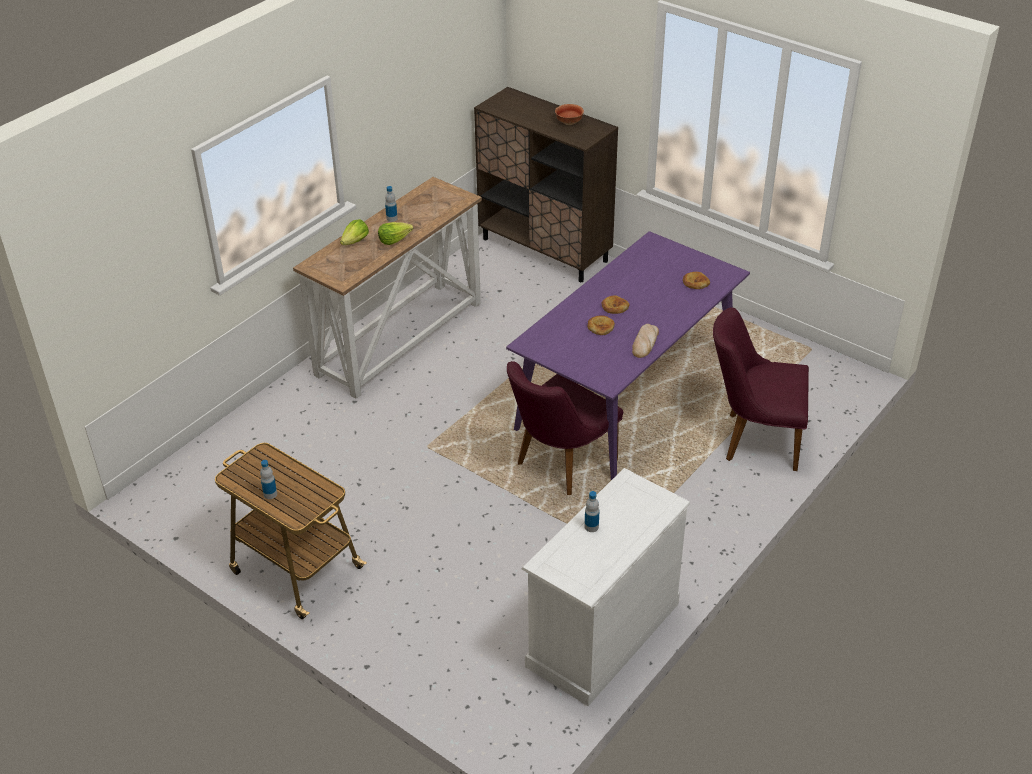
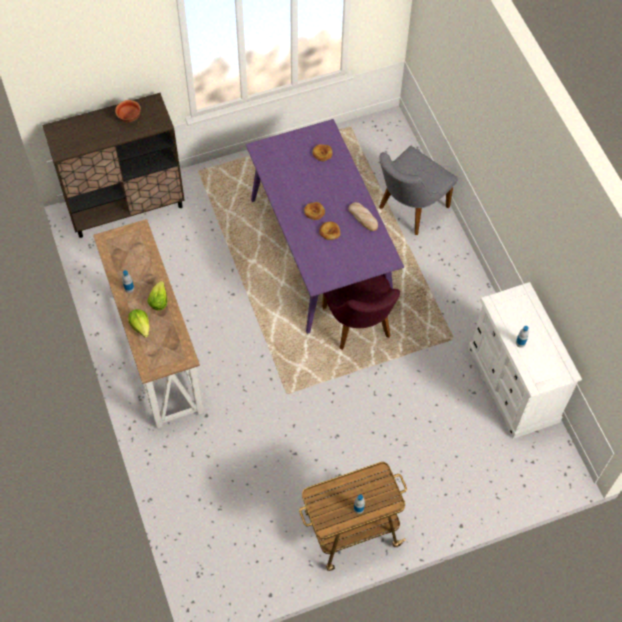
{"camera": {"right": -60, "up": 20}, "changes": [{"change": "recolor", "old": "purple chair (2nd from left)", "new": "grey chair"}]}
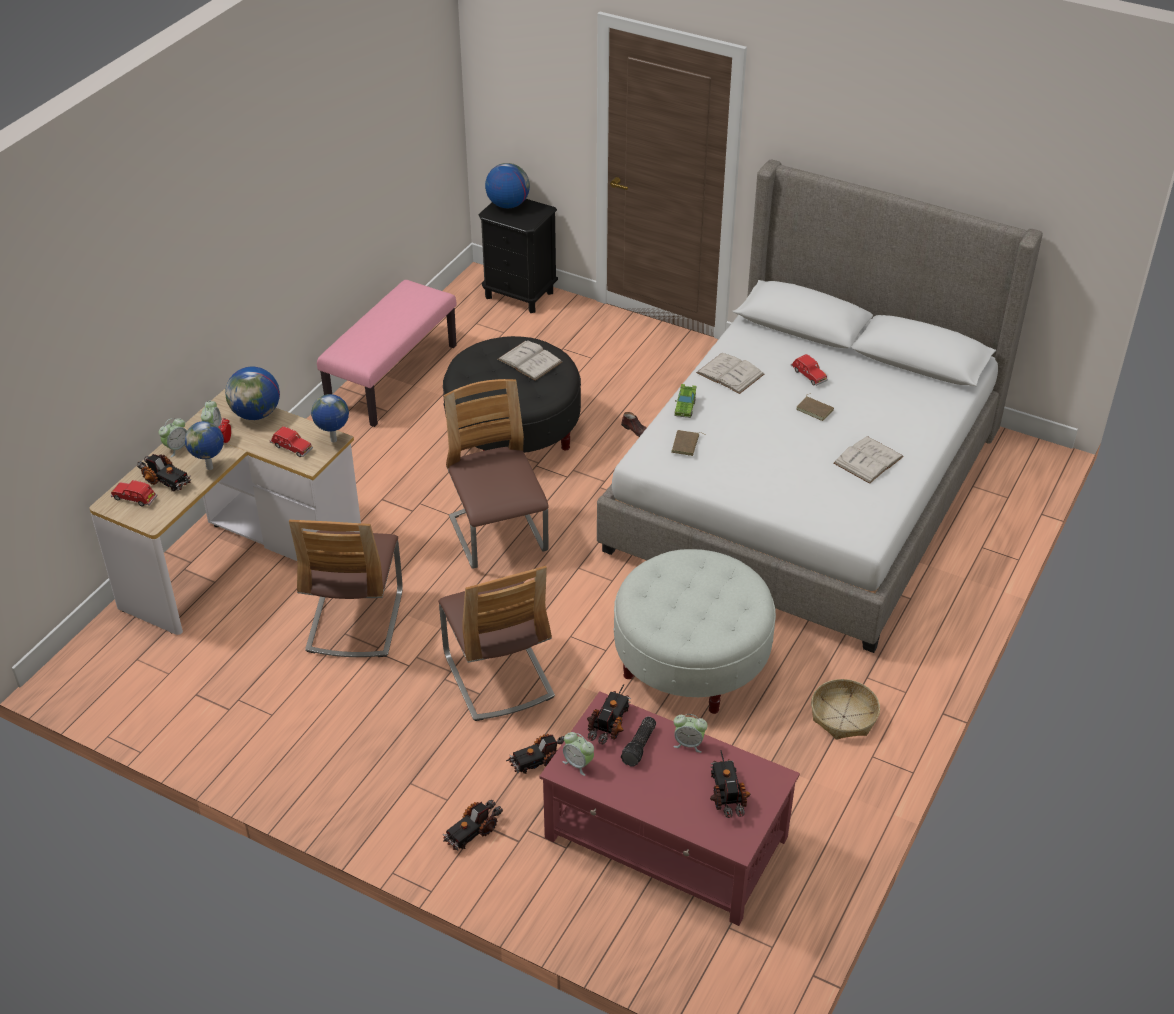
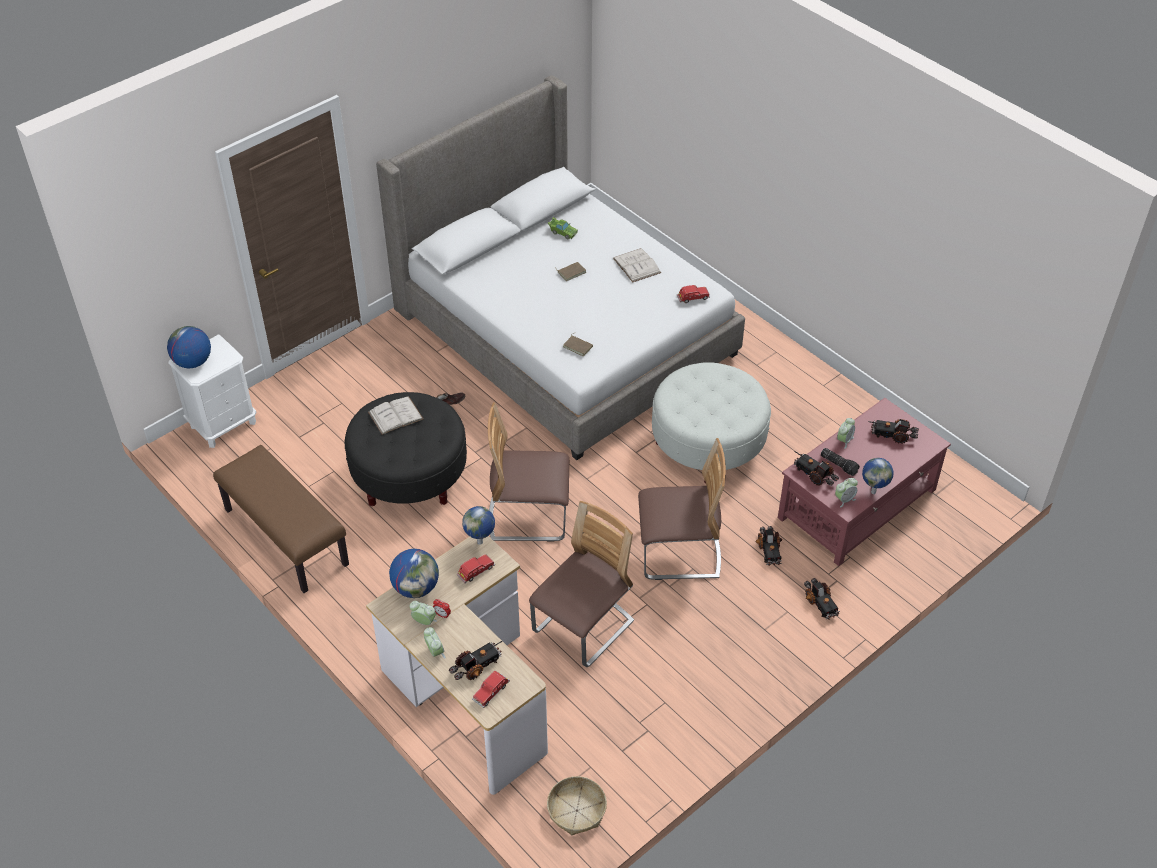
{"camera": {"right": -70, "up": 5}, "changes": [{"change": "move", "old": "globe (1st from left in the first image)", "new": "globe (4th from left)"}, {"change": "rotate", "old": "chair (1st from left in the first image)", "degrees": -75}, {"change": "recolor", "old": "pink bench", "new": "brown bench"}, {"change": "recolor", "old": "black nightstand", "new": "white nightstand"}, {"change": "move", "old": "green toy car"}, {"change": "delete", "old": "white book (2nd from left)"}, {"change": "move", "old": "red toy car (3rd from left)"}, {"change": "move", "old": "basket"}]}
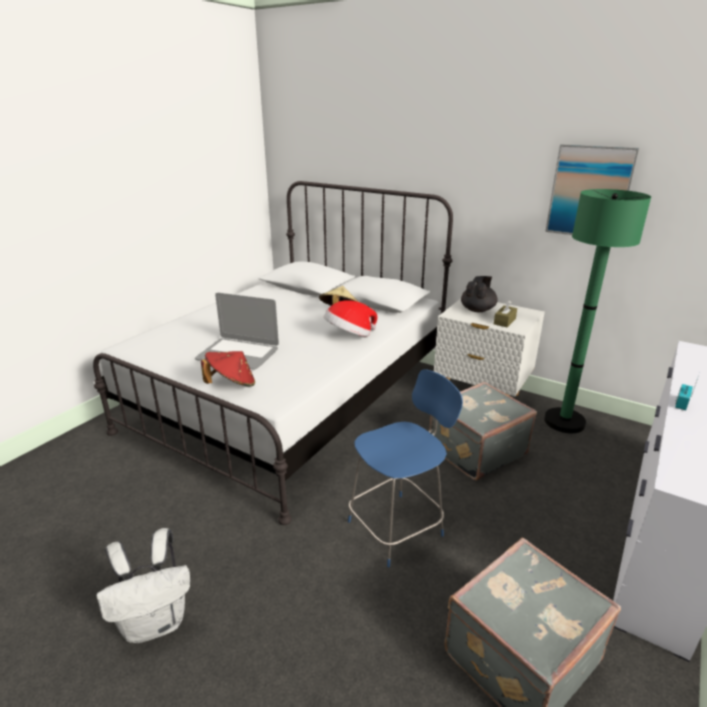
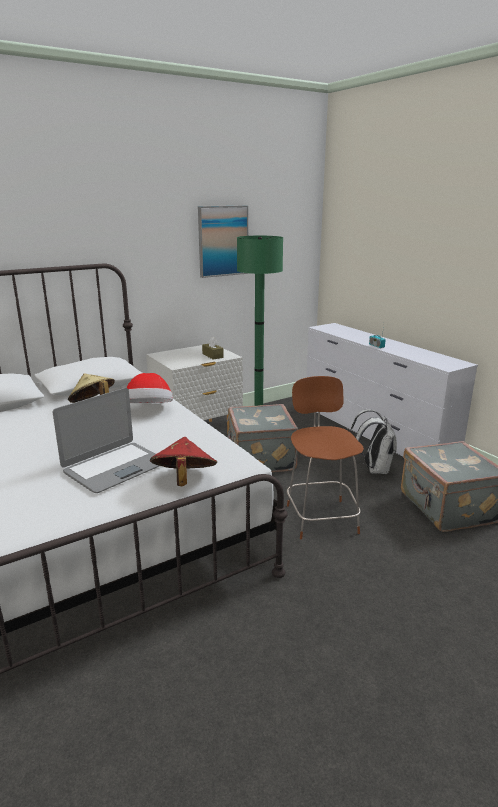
{"camera": {"right": -65, "up": -5}, "changes": [{"change": "move", "old": "white backpack"}, {"change": "recolor", "old": "blue chair", "new": "brown chair"}, {"change": "delete", "old": "black teapot"}]}
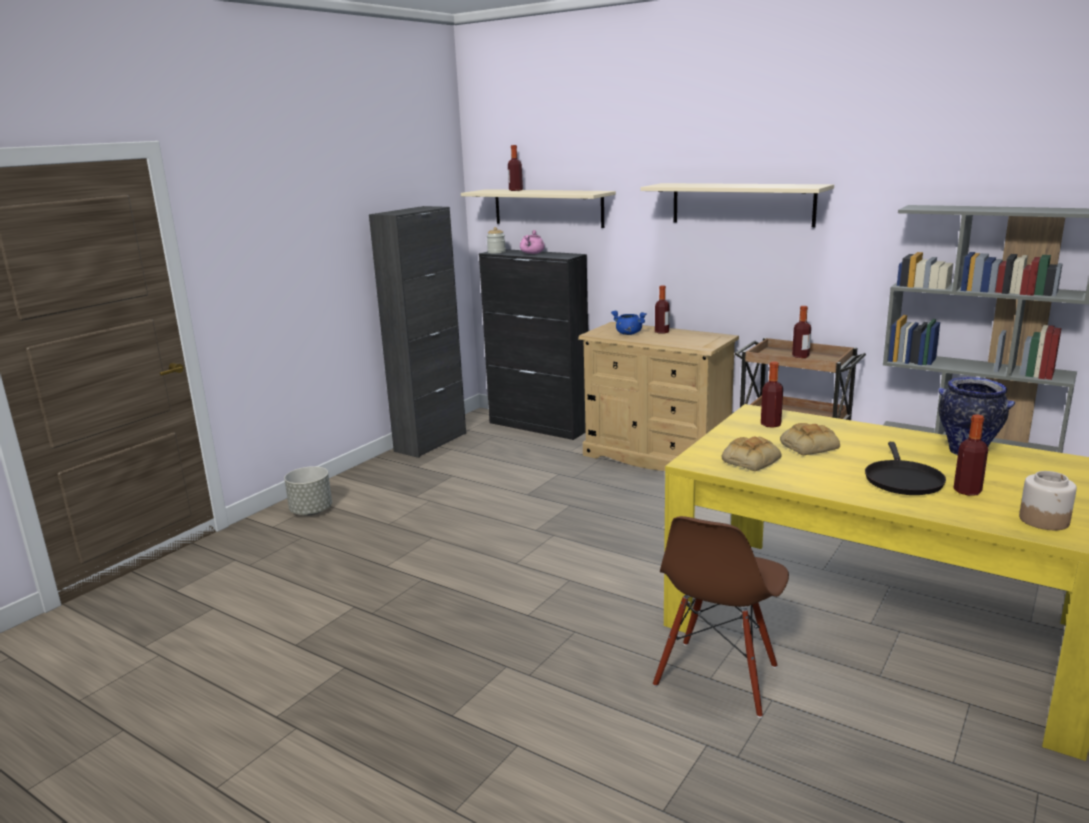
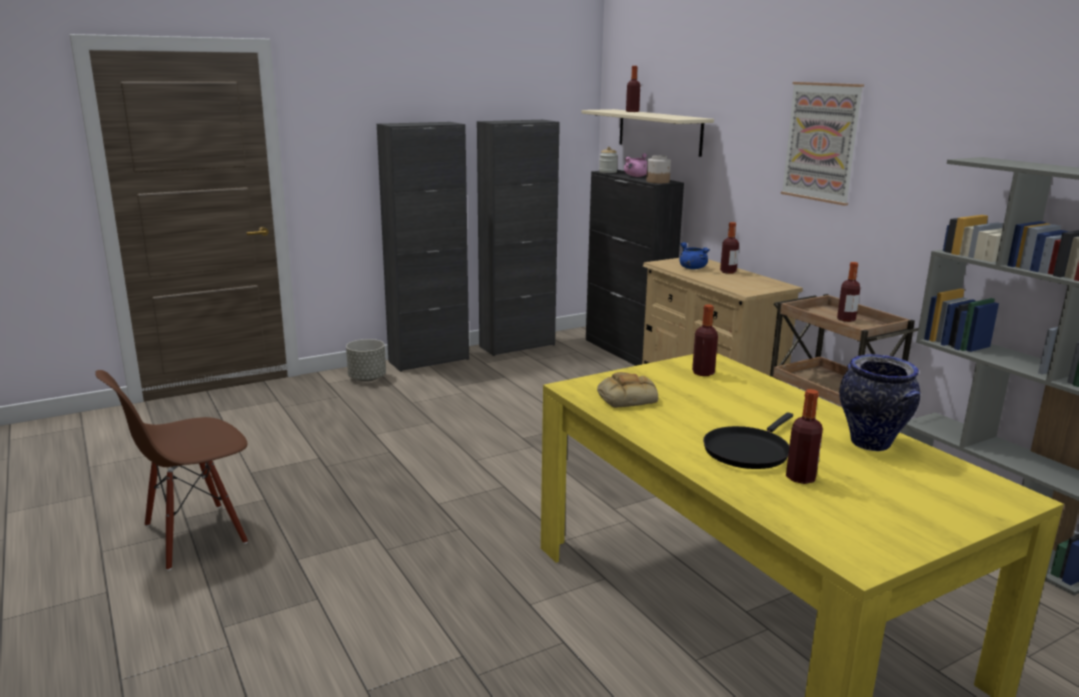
{"camera": {"right": 25, "up": 0}, "changes": [{"change": "replace", "old": "beige shelf (2nd from left)", "new": "picture"}, {"change": "move", "old": "brown chair"}, {"change": "delete", "old": "bread (2nd from left)"}, {"change": "move", "old": "jar (2nd from left)"}, {"change": "insert", "new": "black cabinet (1st from left)"}]}
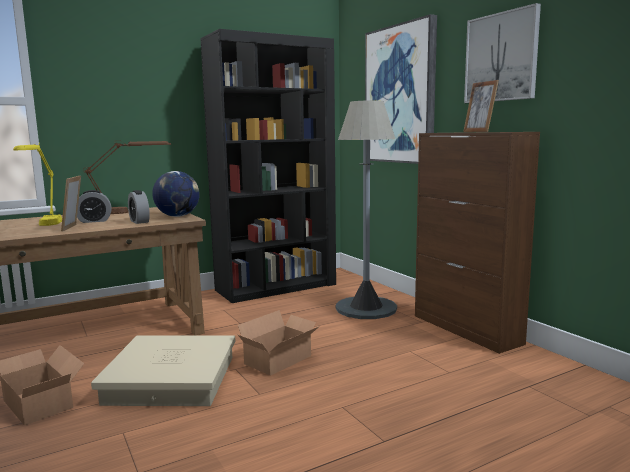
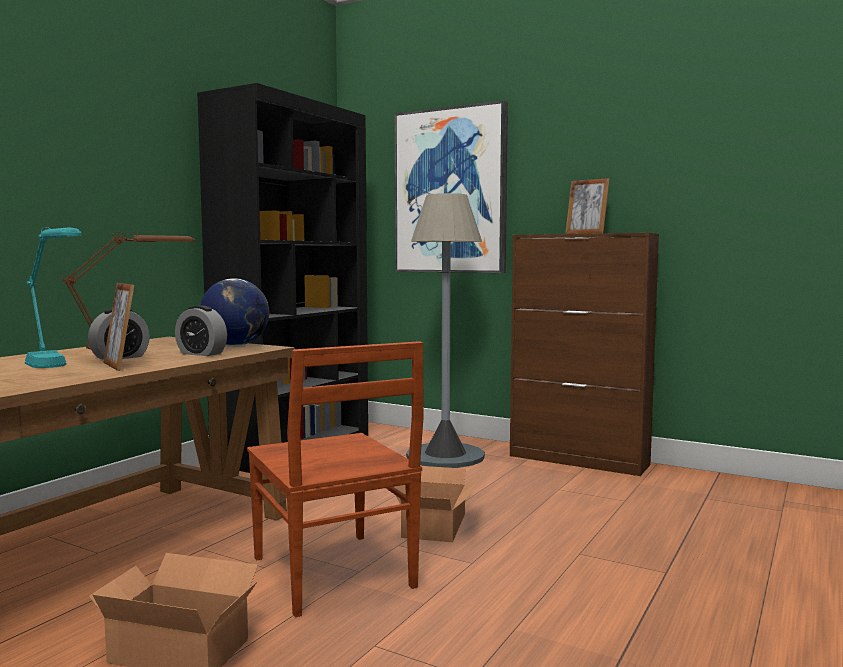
{"camera": {"right": -30, "up": -5}, "changes": [{"change": "recolor", "old": "yellow table lamp", "new": "turquoise table lamp"}, {"change": "replace", "old": "beige storage box", "new": "brown chair"}, {"change": "delete", "old": "picture (2nd from left)"}]}
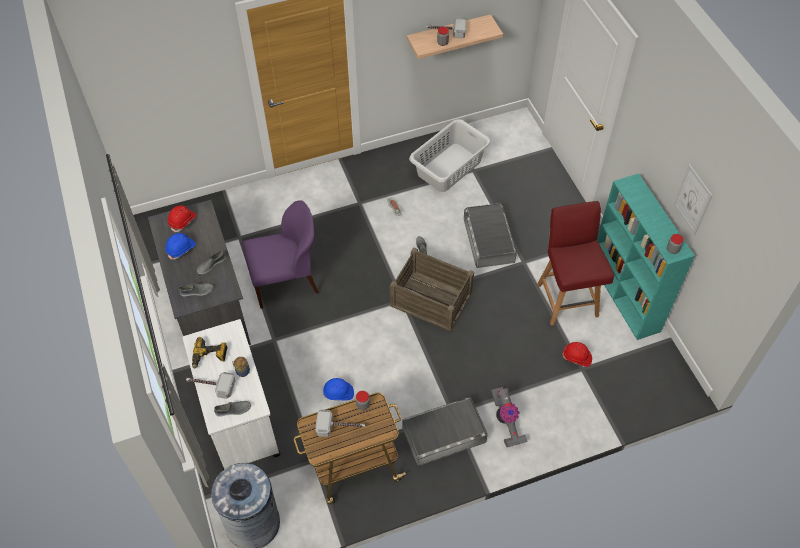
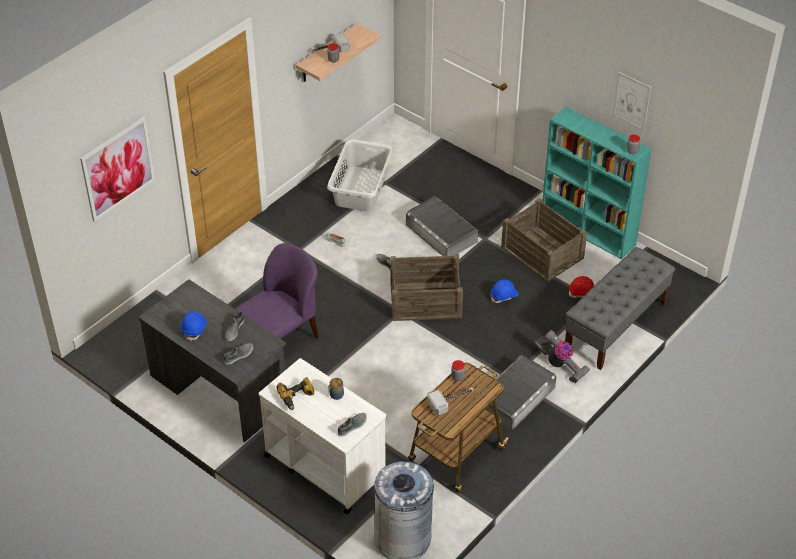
{"camera": {"right": -30, "up": -10}, "changes": [{"change": "delete", "old": "red hard hat (1st from left)"}, {"change": "delete", "old": "hammer (1st from left)"}, {"change": "move", "old": "blue hard hat (2nd from left)"}, {"change": "replace", "old": "red chair", "new": "crate (2nd from left)"}, {"change": "insert", "new": "picture (1st from left)"}, {"change": "insert", "new": "grey bench"}]}
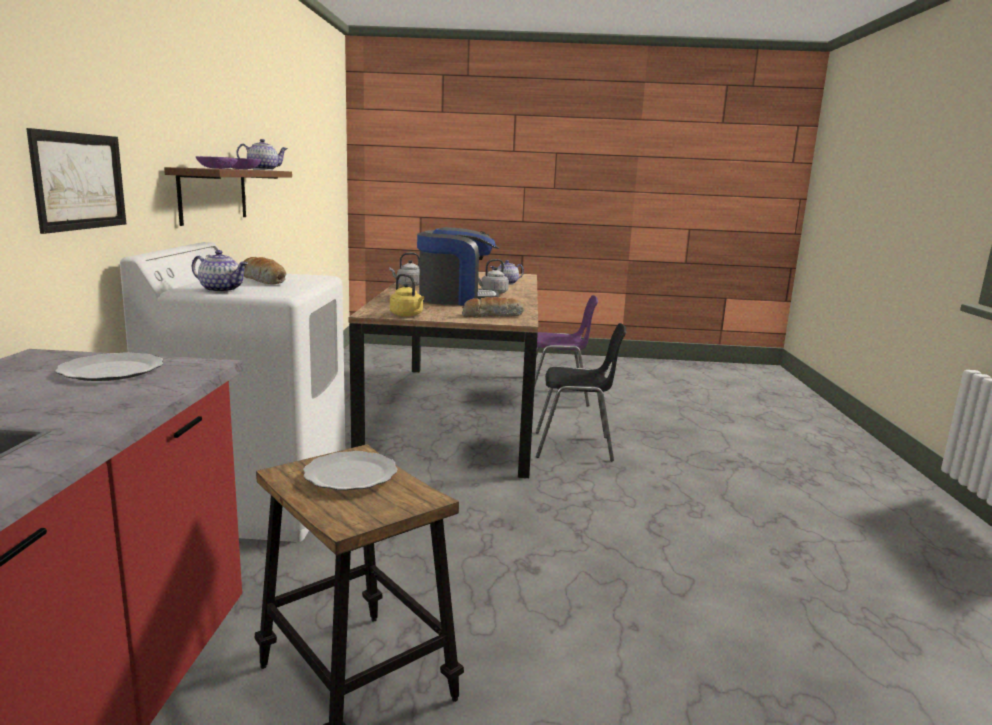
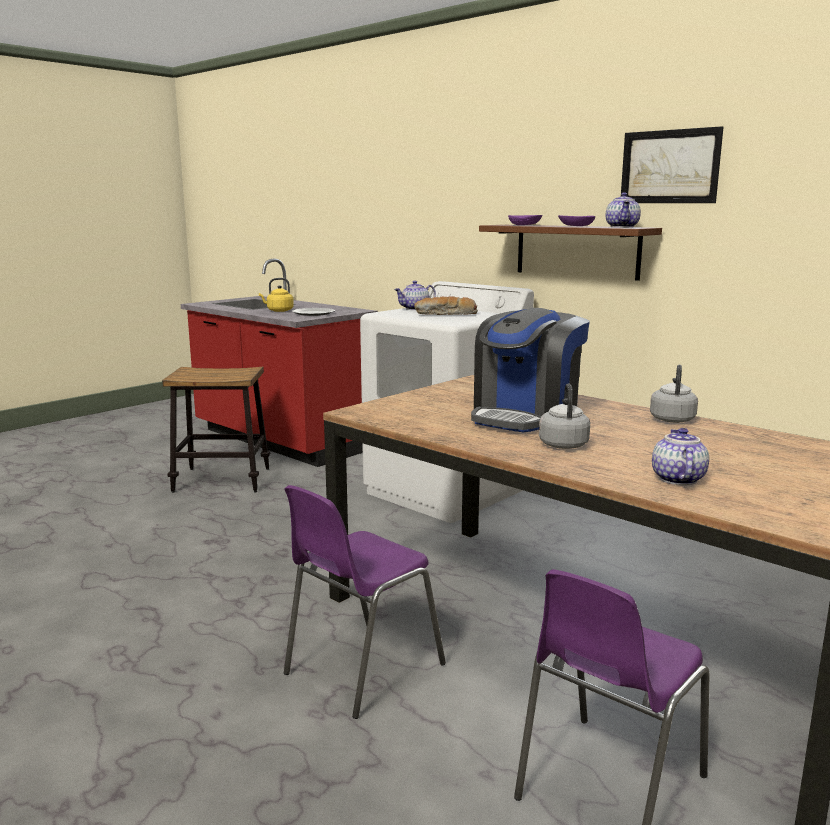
{"camera": {"right": 130, "up": 0}, "changes": [{"change": "move", "old": "picture"}, {"change": "delete", "old": "plate (2nd from left)"}, {"change": "move", "old": "yellow kettle"}, {"change": "delete", "old": "bread (2nd from left)"}, {"change": "recolor", "old": "black chair", "new": "purple chair (1st from left)"}]}
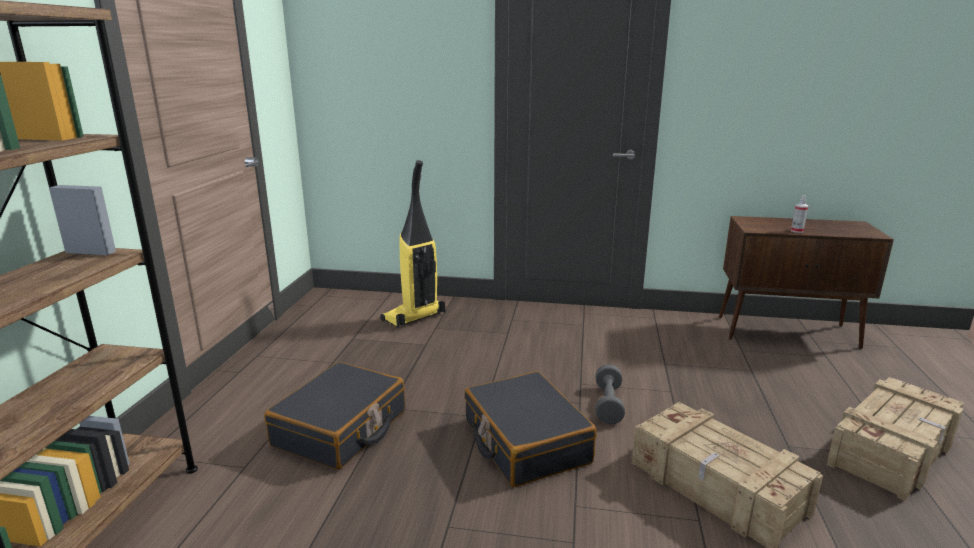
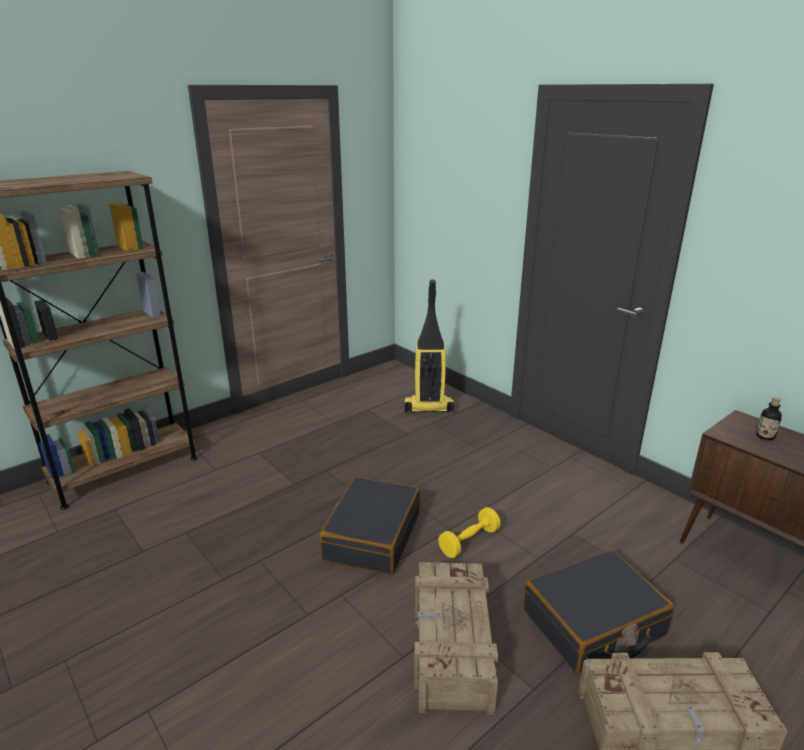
{"camera": {"right": 40, "up": 5}, "changes": [{"change": "move", "old": "black suitcase (1st from left in the first image)", "new": "black suitcase (2nd from left)"}, {"change": "recolor", "old": "grey dumbbell", "new": "yellow dumbbell"}, {"change": "delete", "old": "spray bottle"}, {"change": "insert", "new": "bottle"}]}
